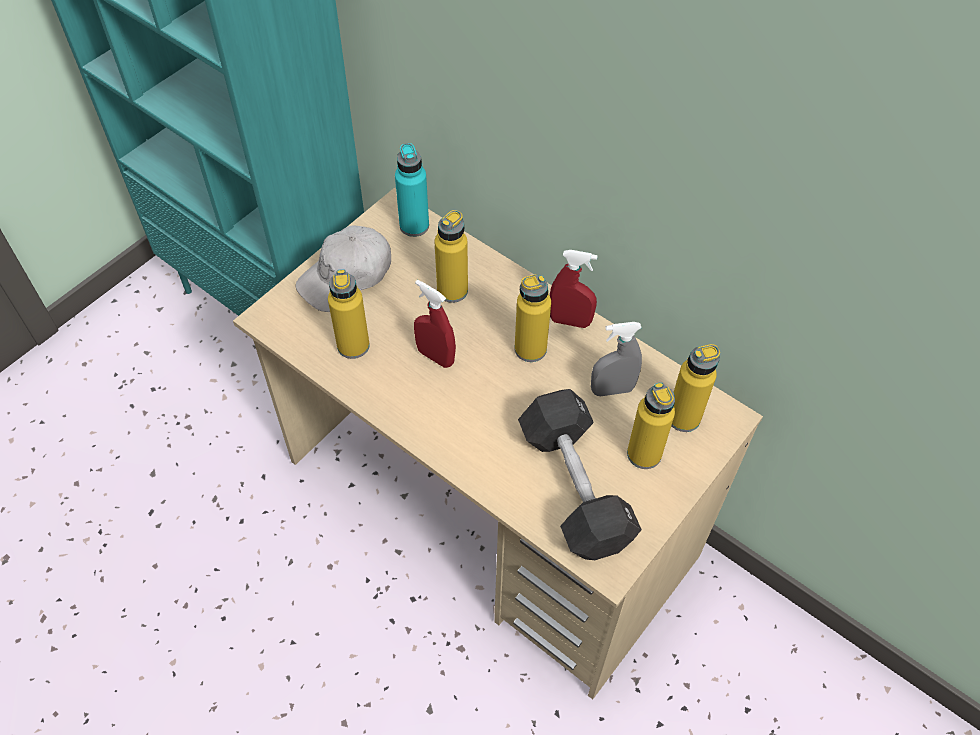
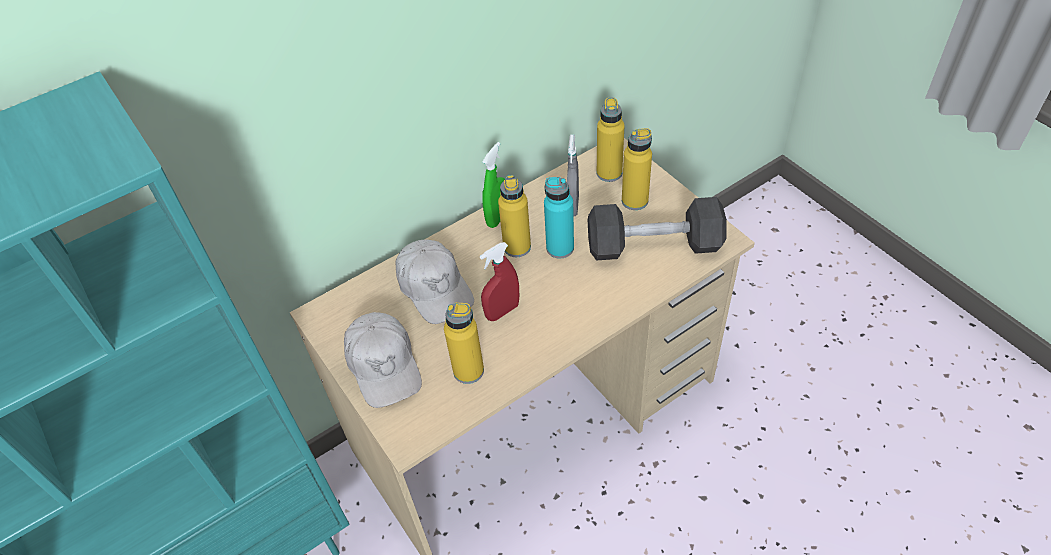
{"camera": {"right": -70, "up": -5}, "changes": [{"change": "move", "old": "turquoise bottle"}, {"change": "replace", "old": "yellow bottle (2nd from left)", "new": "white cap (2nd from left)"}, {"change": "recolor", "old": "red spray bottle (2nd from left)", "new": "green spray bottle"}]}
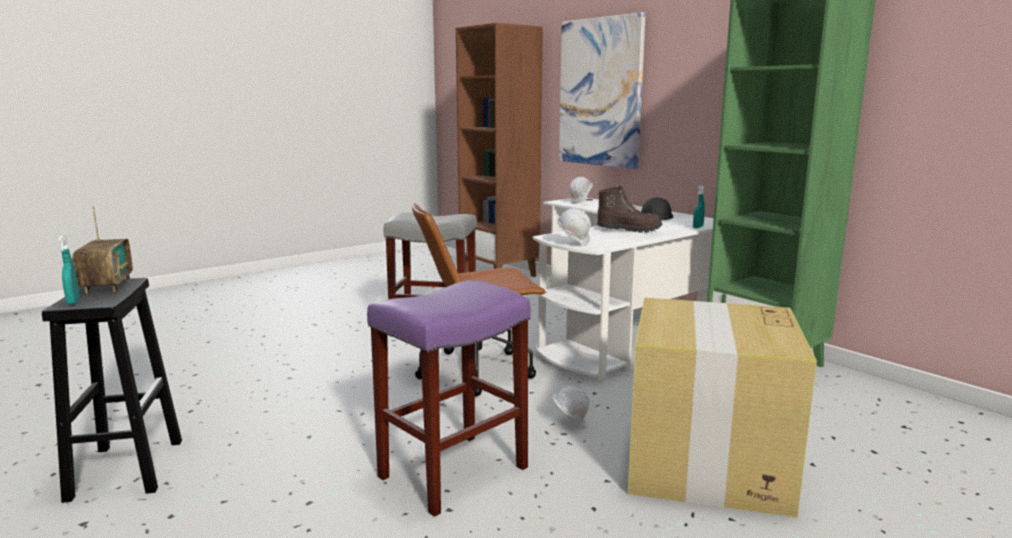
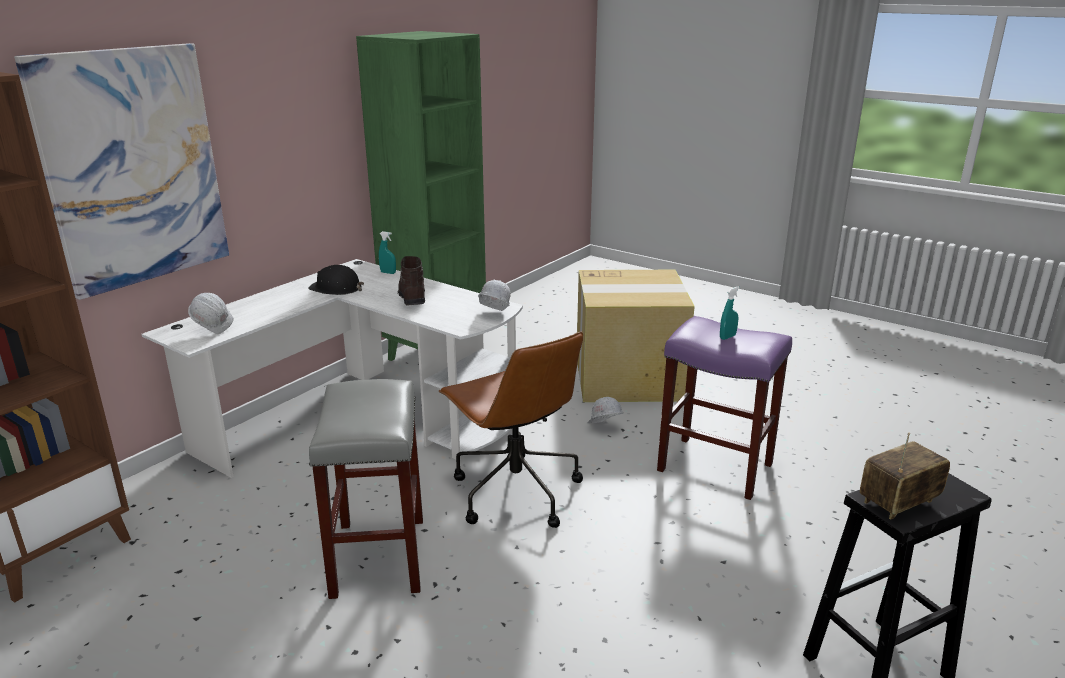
{"camera": {"right": -105, "up": 10}, "changes": [{"change": "move", "old": "turquoise spray bottle (1st from left in the first image)", "new": "turquoise spray bottle (2nd from left)"}]}
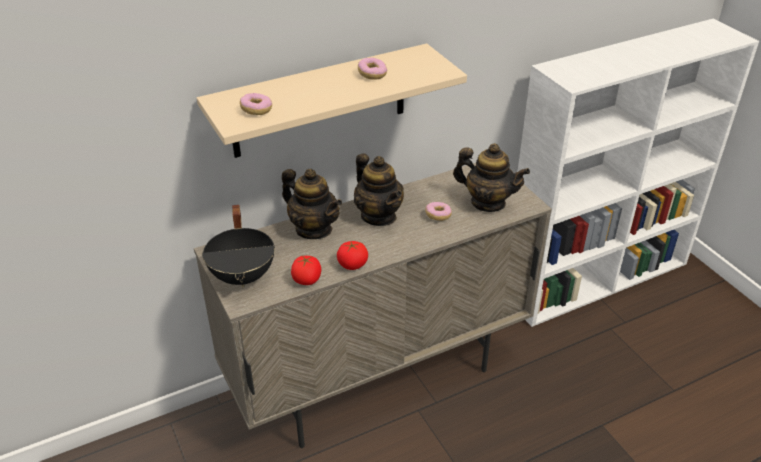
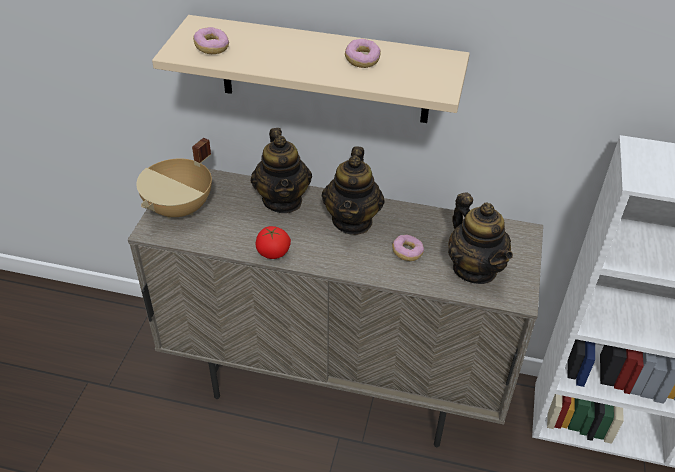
{"camera": {"right": 40, "up": 5}, "changes": [{"change": "recolor", "old": "black cooking pot", "new": "beige cooking pot"}, {"change": "delete", "old": "tomato (1st from left)"}]}
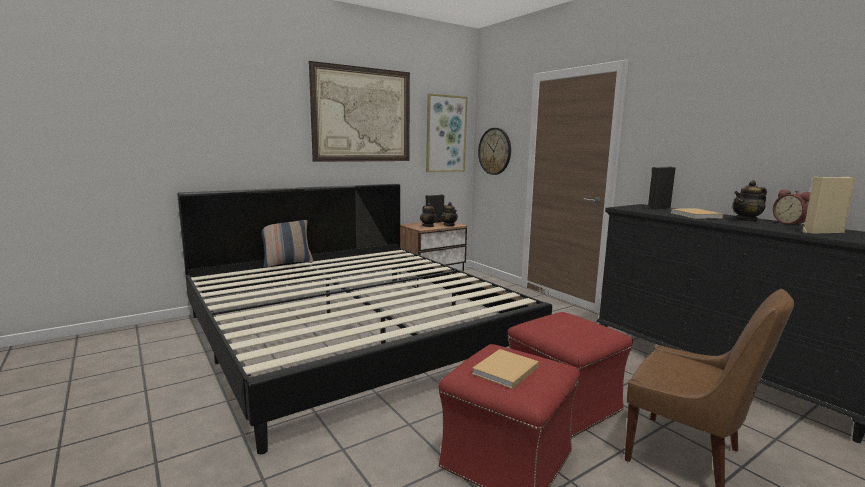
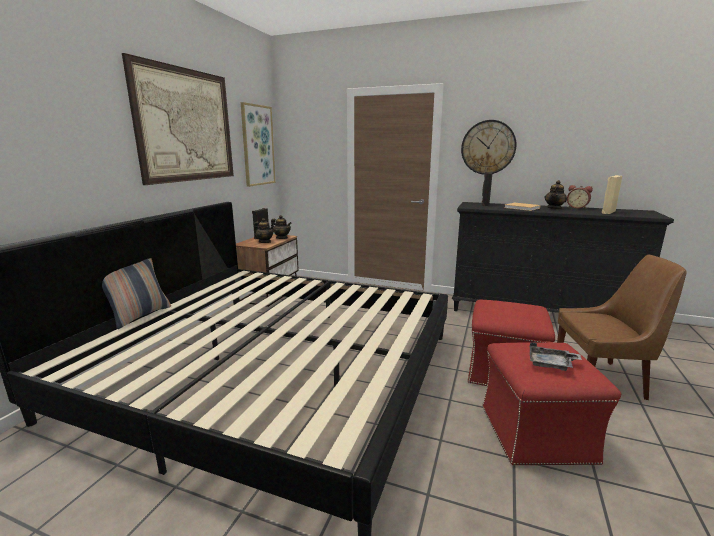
{"camera": {"right": -35, "up": 5}, "changes": [{"change": "replace", "old": "beige book (1st from left)", "new": "grey tray"}, {"change": "move", "old": "wall clock"}]}
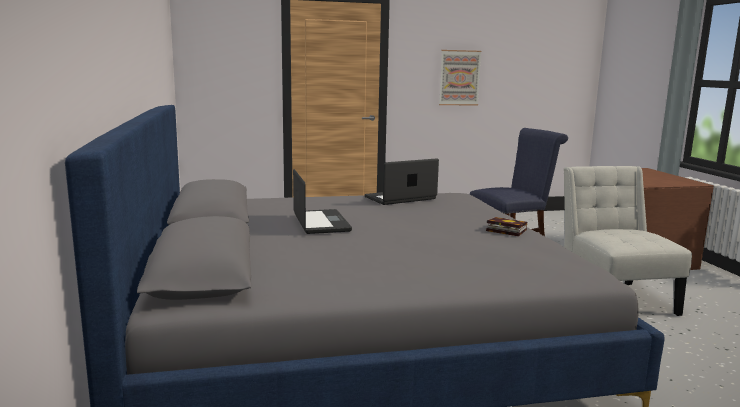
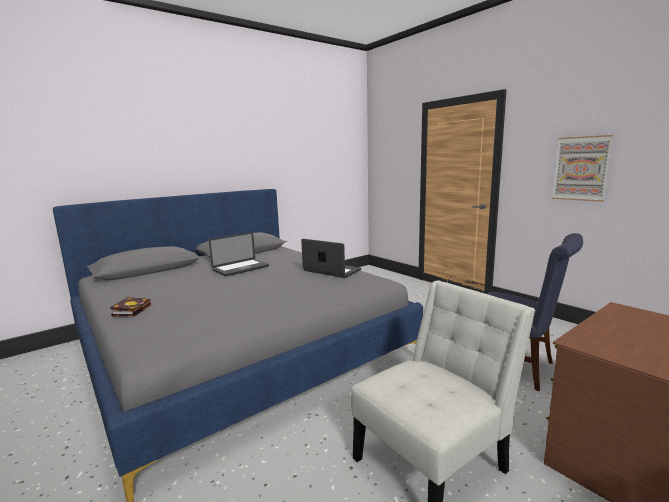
{"camera": {"right": 65, "up": 0}, "changes": [{"change": "move", "old": "book"}]}
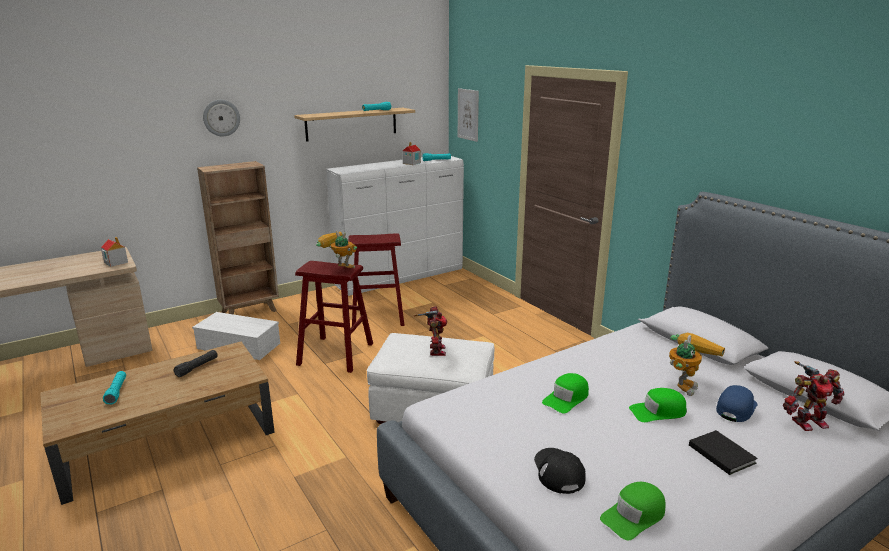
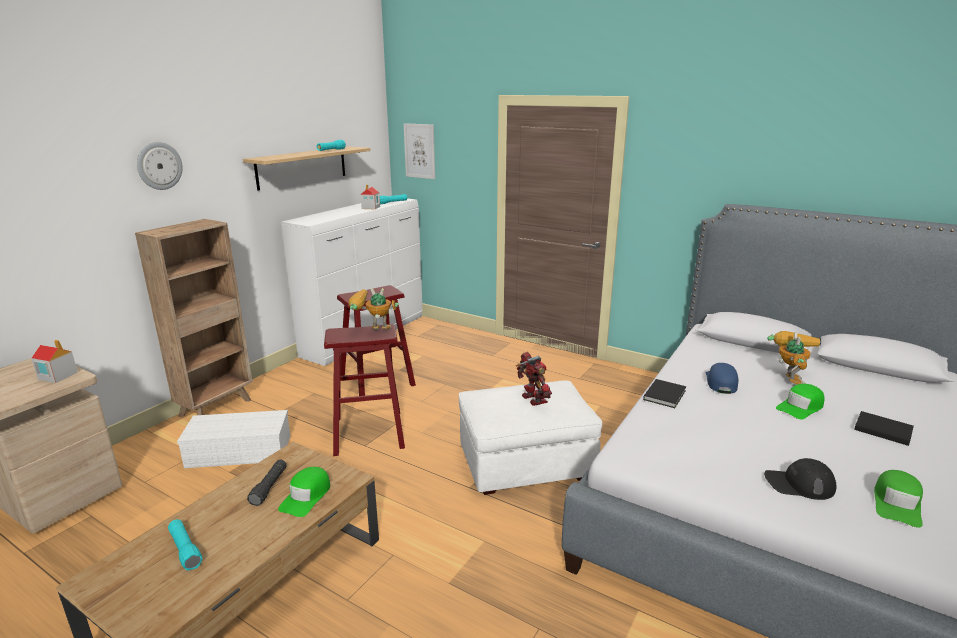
{"camera": {"right": -25, "up": 0}, "changes": [{"change": "rotate", "old": "black cap", "degrees": -45}, {"change": "move", "old": "green cap (1st from left)"}, {"change": "move", "old": "blue cap"}, {"change": "delete", "old": "toy robot (4th from left)"}, {"change": "insert", "new": "black book (1st from left)"}]}
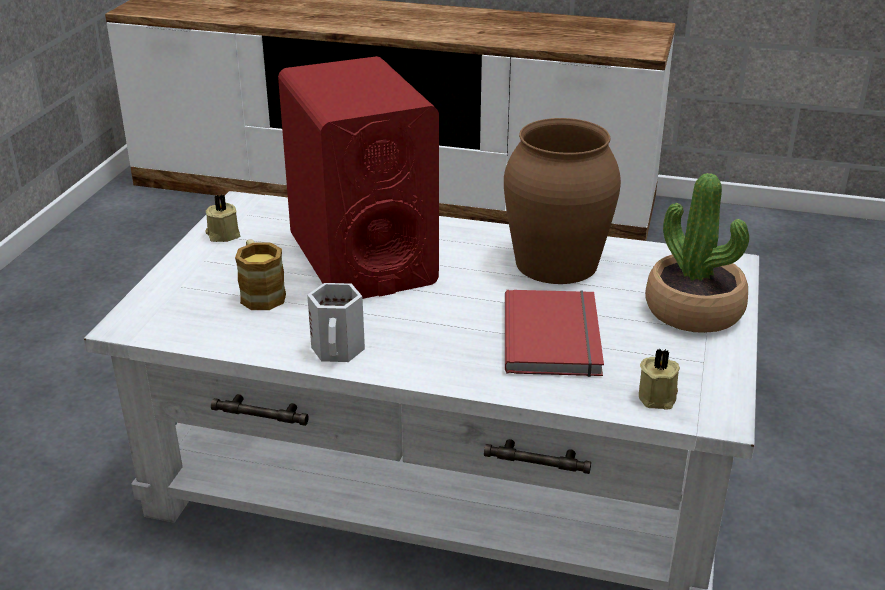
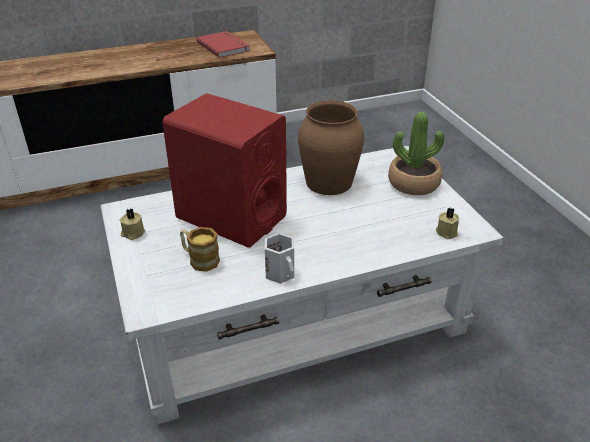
{"camera": {"right": -35, "up": 5}, "changes": [{"change": "move", "old": "red book"}]}
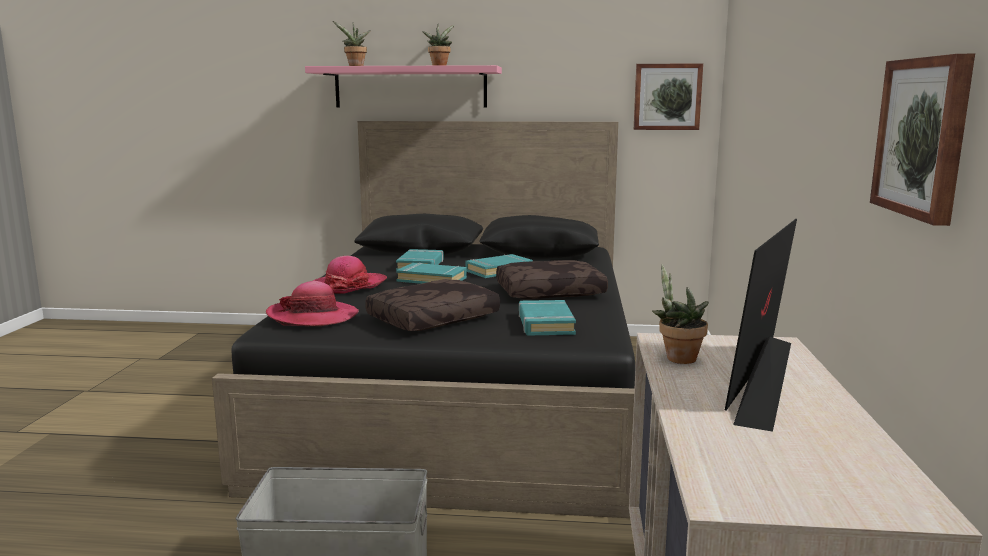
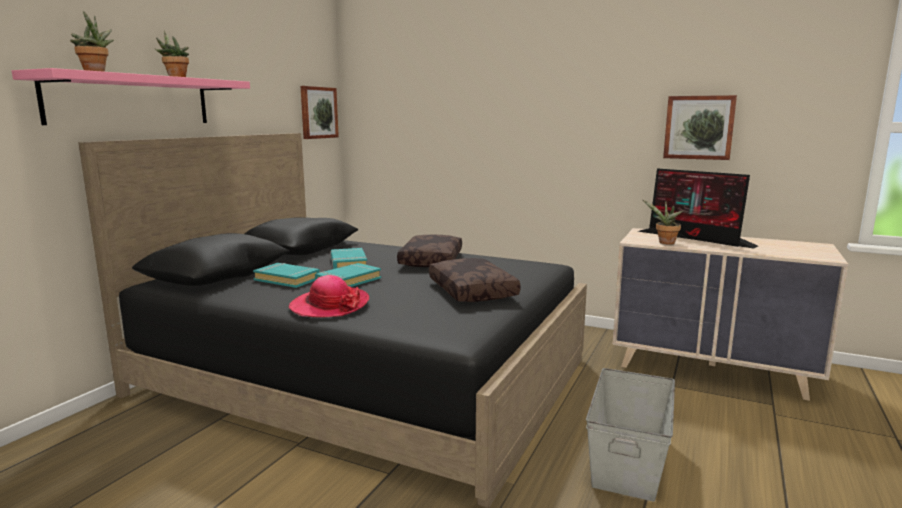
{"camera": {"right": -70, "up": 0}, "changes": [{"change": "delete", "old": "hat (1st from left)"}, {"change": "delete", "old": "turquoise book (4th from left)"}]}
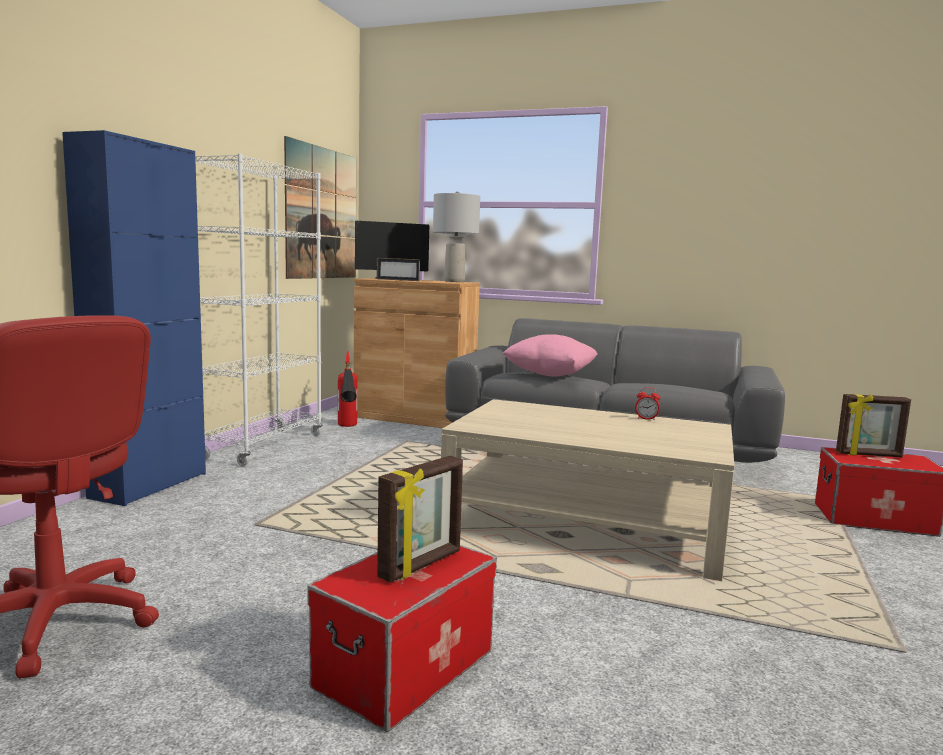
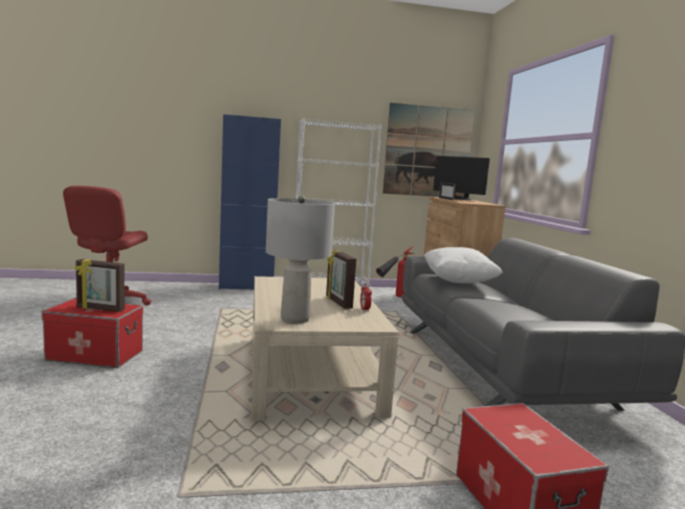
{"camera": {"right": 60, "up": 0}, "changes": [{"change": "move", "old": "grey table lamp"}, {"change": "recolor", "old": "pink pillow", "new": "white pillow"}, {"change": "move", "old": "picture frame (3rd from left in the first image)", "new": "picture frame (2nd from left)"}]}
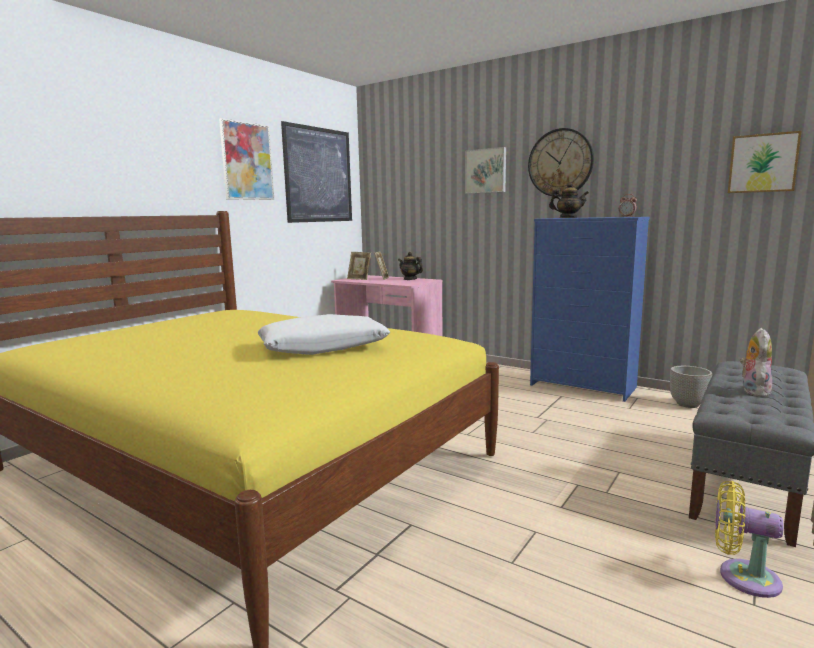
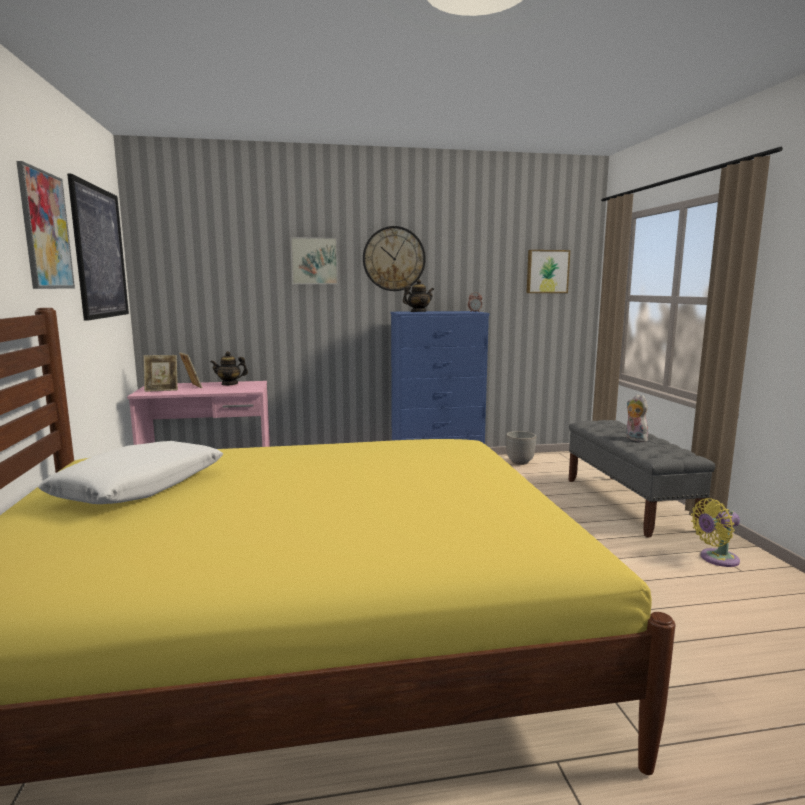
{"camera": {"right": -45, "up": 0}, "changes": [{"change": "move", "old": "white pillow"}]}
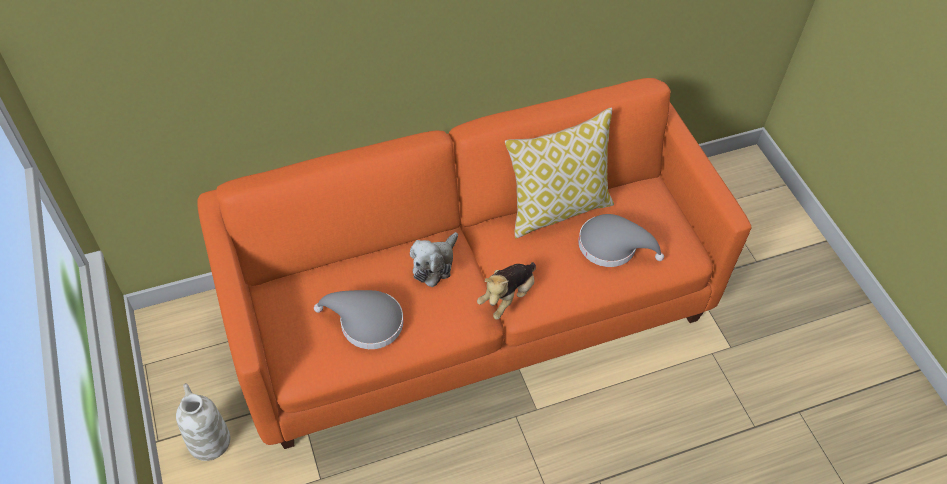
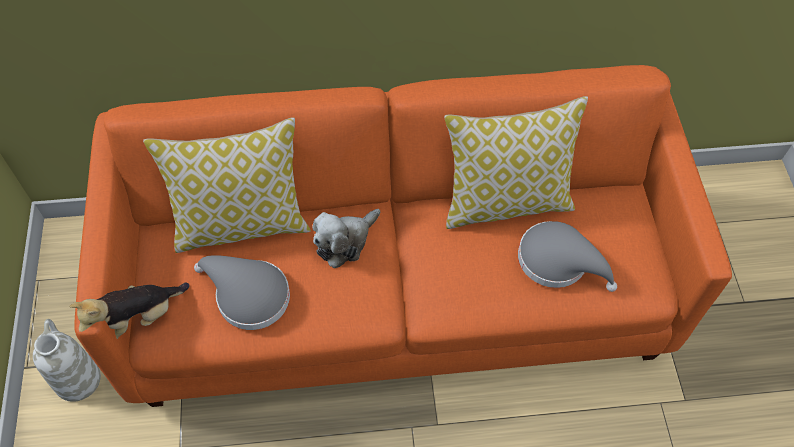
{"camera": {"right": 15, "up": 5}, "changes": [{"change": "move", "old": "plush toy (2nd from left in the first image)", "new": "plush toy (1st from left)"}, {"change": "insert", "new": "pillow (1st from left)"}]}
